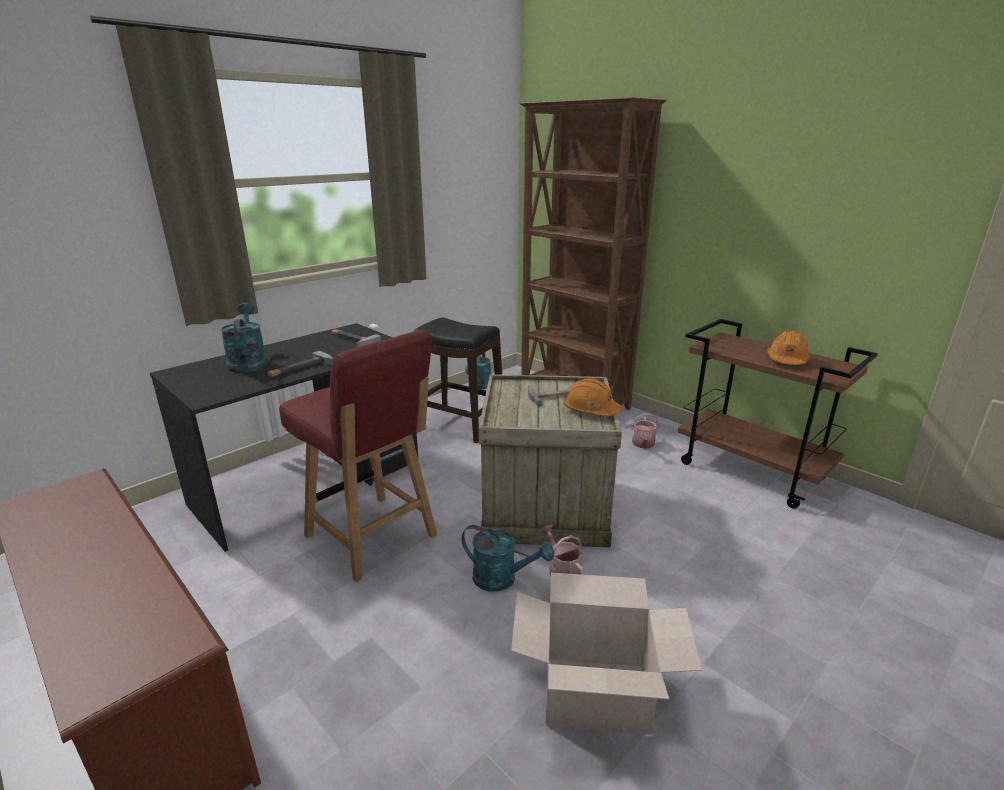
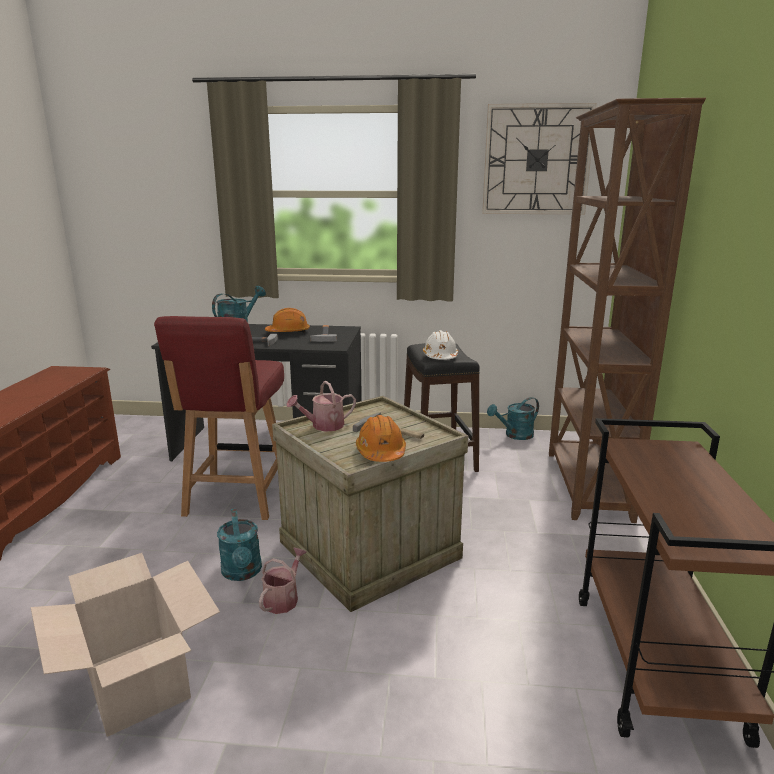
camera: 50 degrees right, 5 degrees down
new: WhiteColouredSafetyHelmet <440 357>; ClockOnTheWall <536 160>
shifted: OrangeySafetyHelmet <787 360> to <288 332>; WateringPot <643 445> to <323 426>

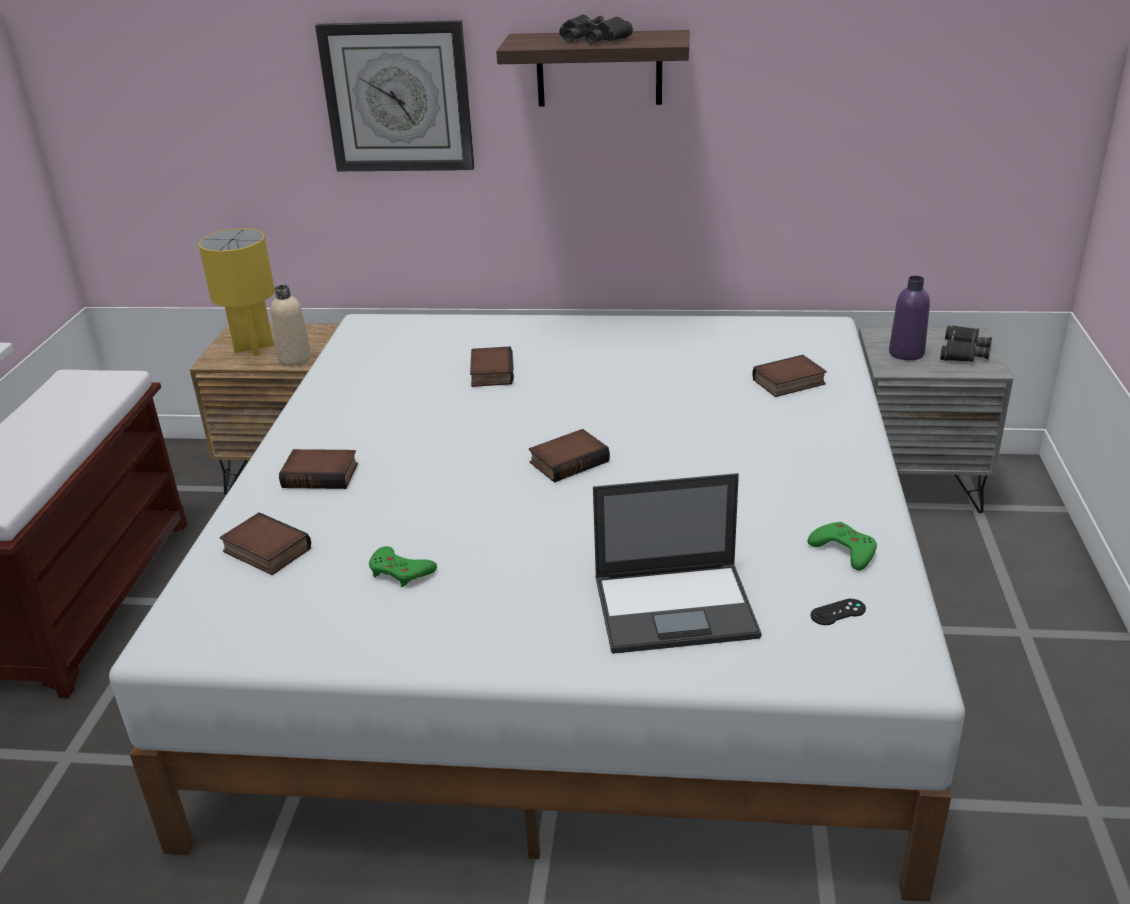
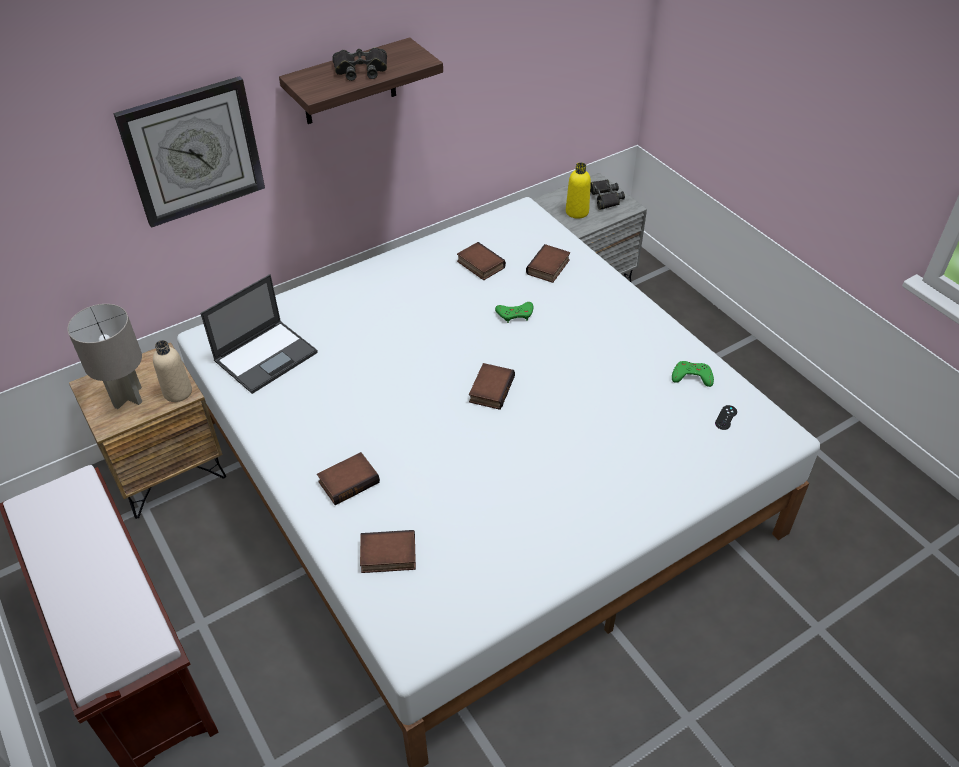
camera: 40 degrees left, 15 degrees up
shifted: PortableComputer <677 607> to <266 356>; Book <490 372> to <479 265>; GreenColouredGamepad <400 571> to <515 314>
repainted: YellowishLampForATable <253 348> to GreyishLampForATable <127 397>; PurplishBeverageBottle <906 353> to YellowishBeverageBottle <577 212>

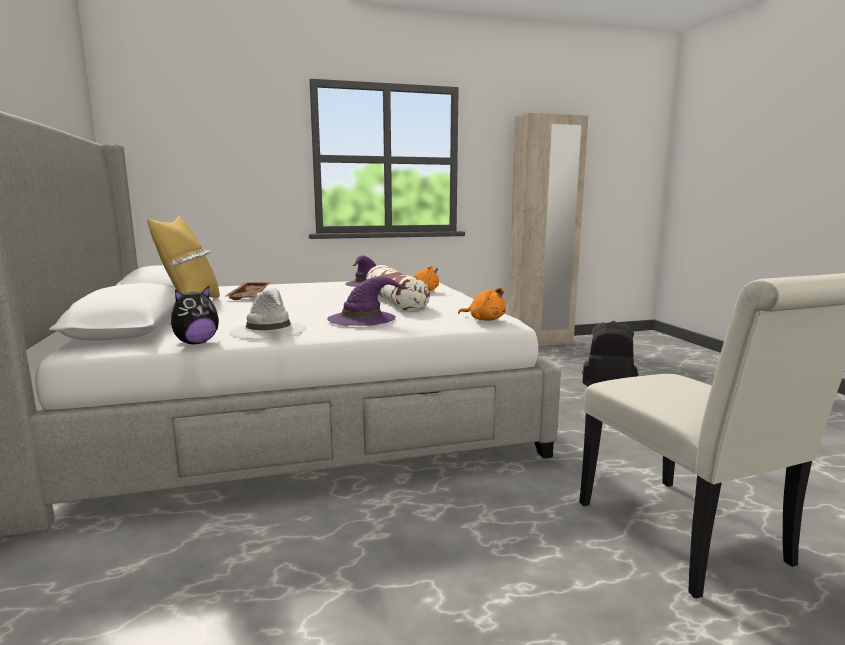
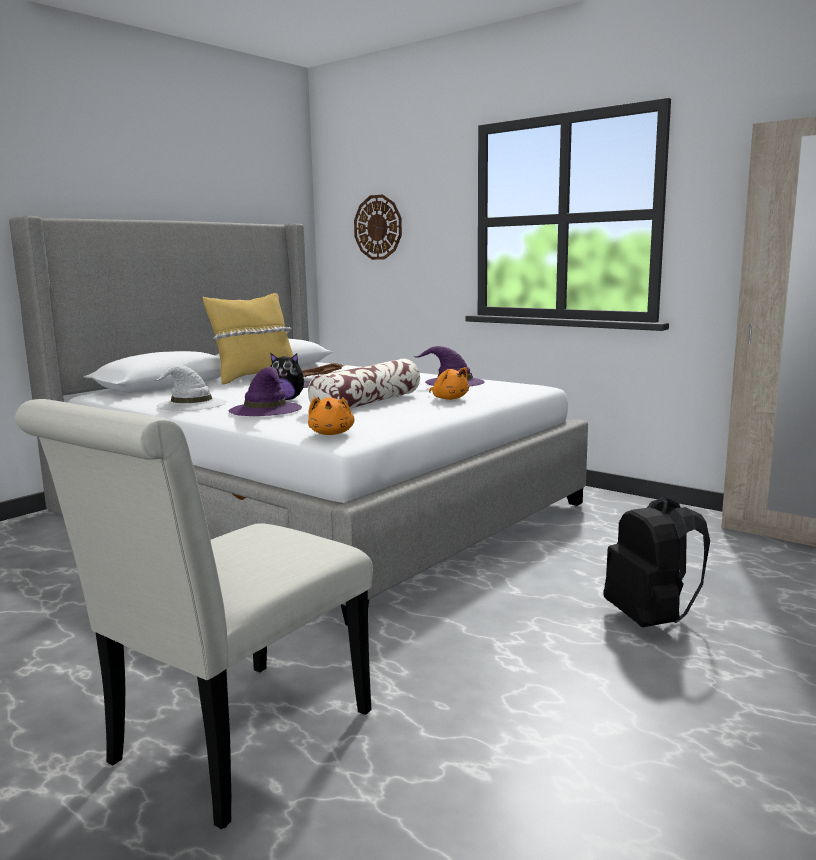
camera: 55 degrees right, 0 degrees up
new: ClockOnTheWall <378 227>
shifted: SoftToy <196 343> to <287 399>

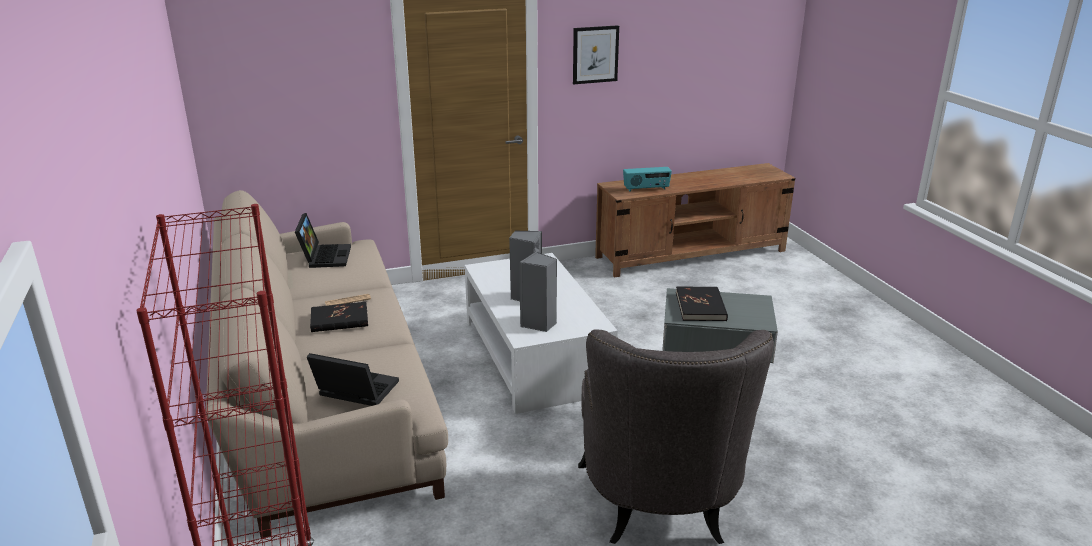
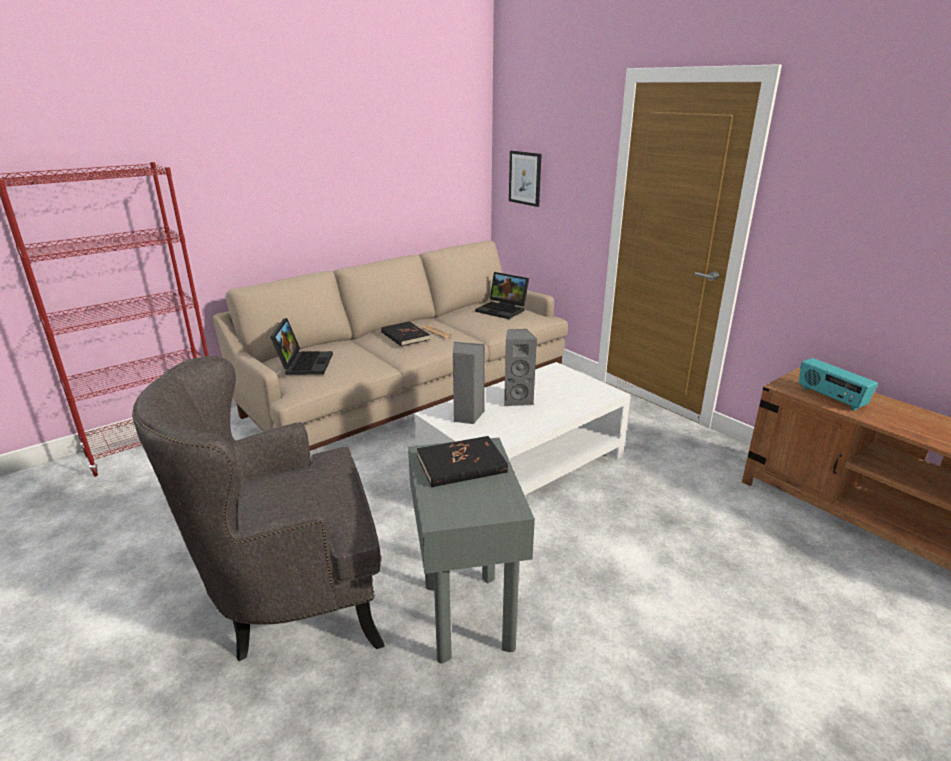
camera: 70 degrees right, 0 degrees up
shifted: WallPicture <595 54> to <525 178>
rotated: PortableComputer <324 256> = <503 310> 60 degrees clockwise

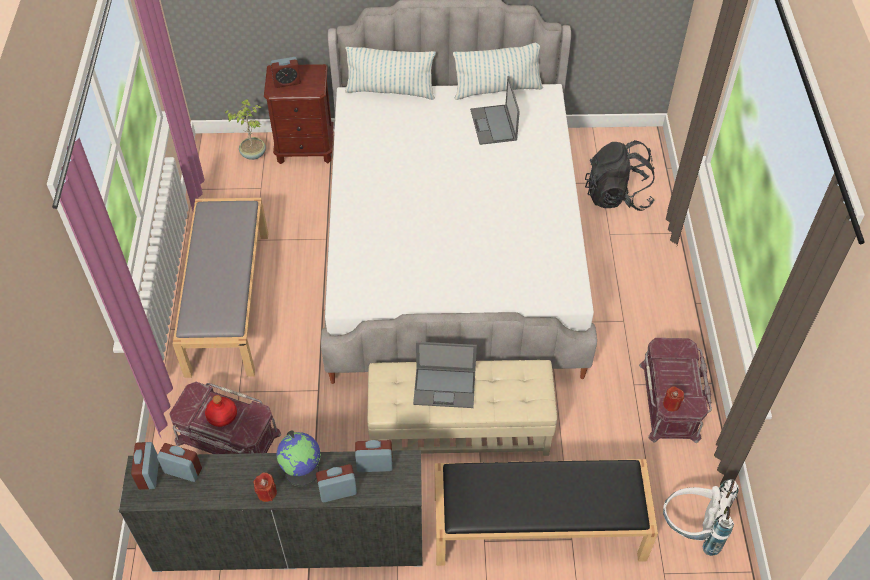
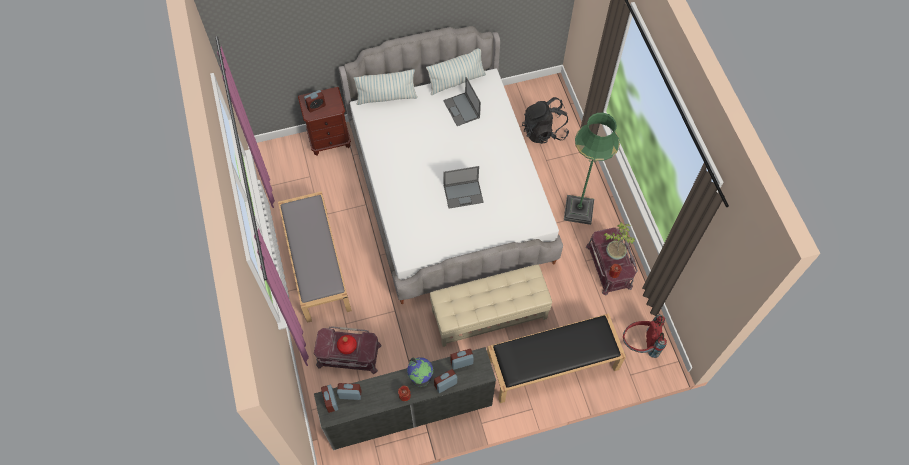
camera: 15 degrees left, 10 degrees up
new: GreenColouredFloorLamp <578 210>
shifted: PortableComputer <445 387> to <464 194>; PottedPlant <253 153> to <615 252>
repainted: WhiteColouredBackpack <691 530> to ReddishBackpack <639 344>

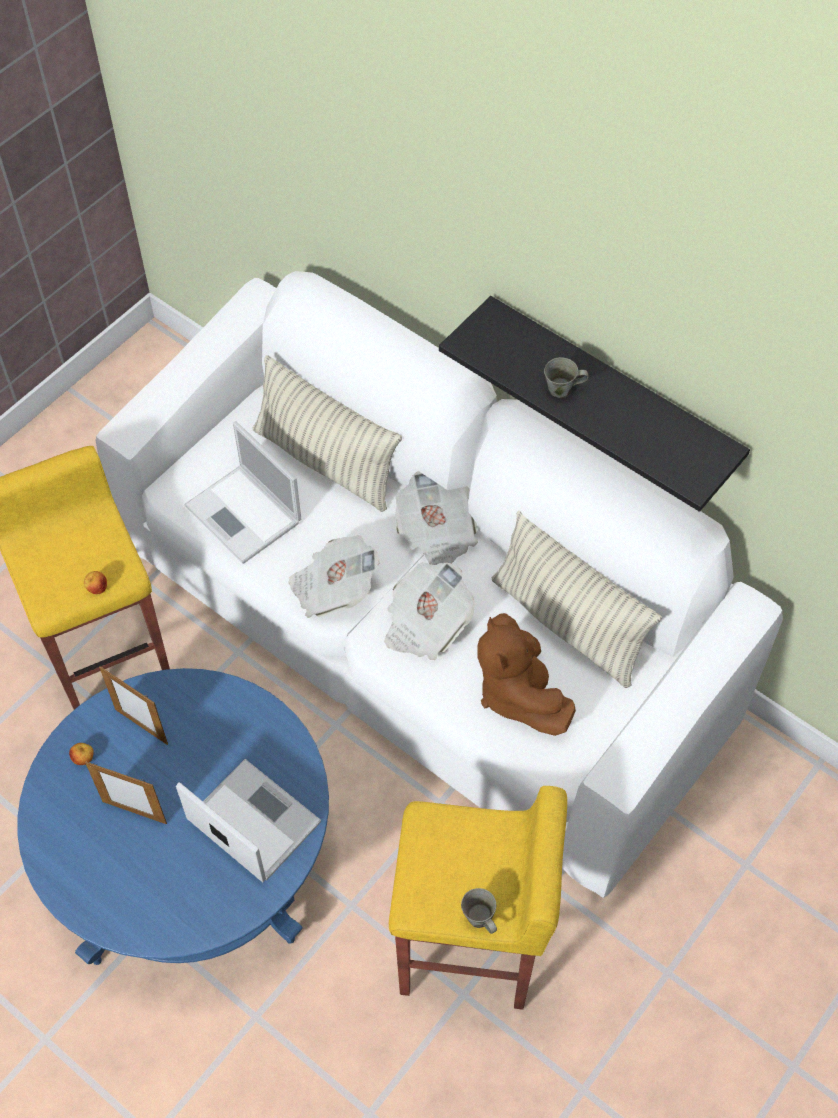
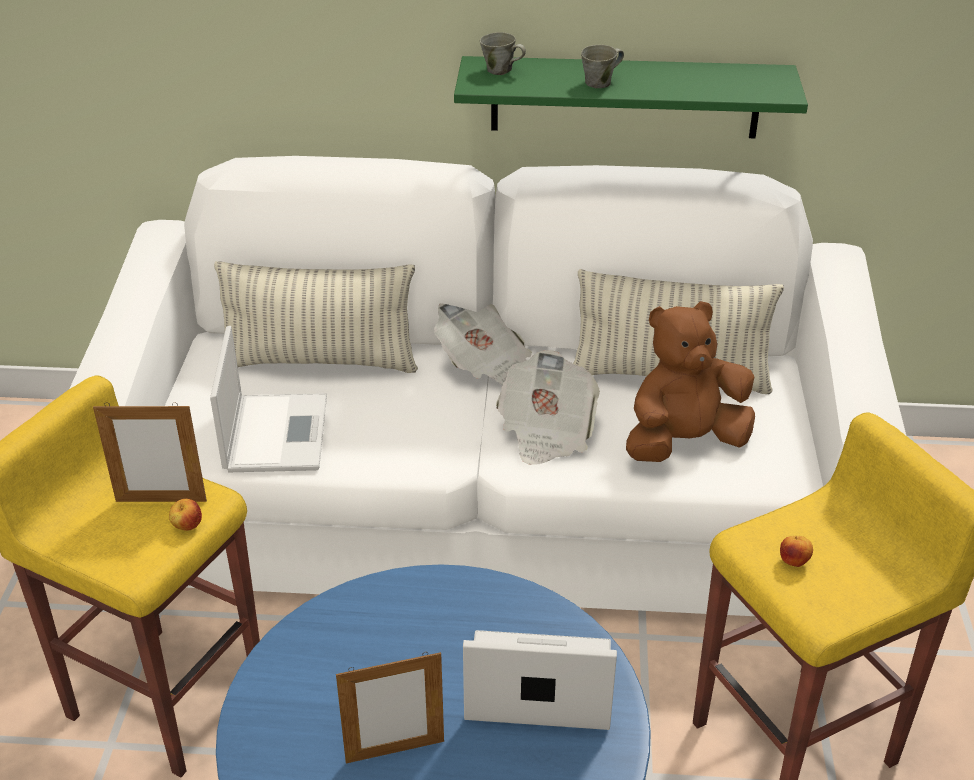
camera: 35 degrees left, 20 degrees down
gone: Newspaper <333 588>
shifted: StandingFrame <141 726> to <161 501>; GreyishMug <479 918> to <500 70>; AppleFruit <84 759> to <793 562>
repainted: BlackColouredWallShelf <611 393> to GreenColouredWallShelf <625 97>
rotated: PortableComputer <245 515> = <276 432> 105 degrees counterclockwise; BrownSoftToy <518 693> = <684 442> 120 degrees clockwise

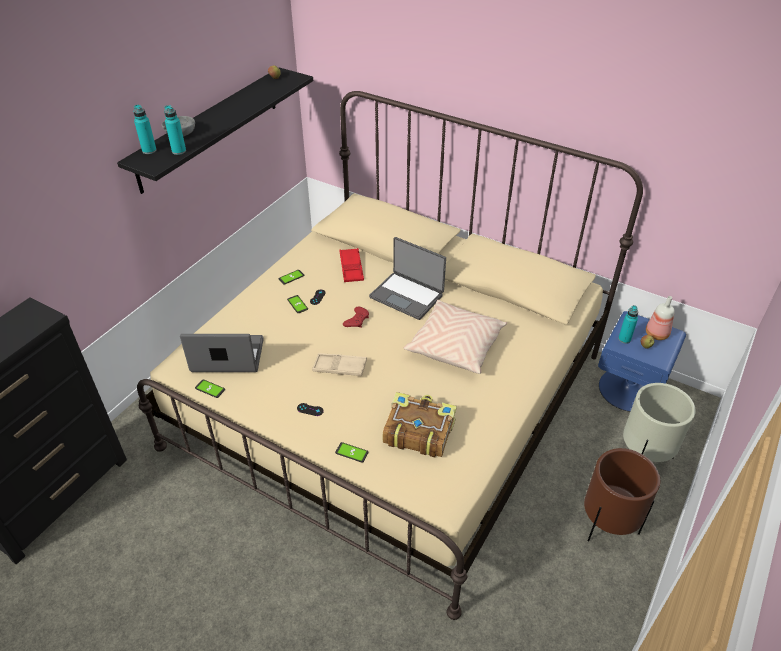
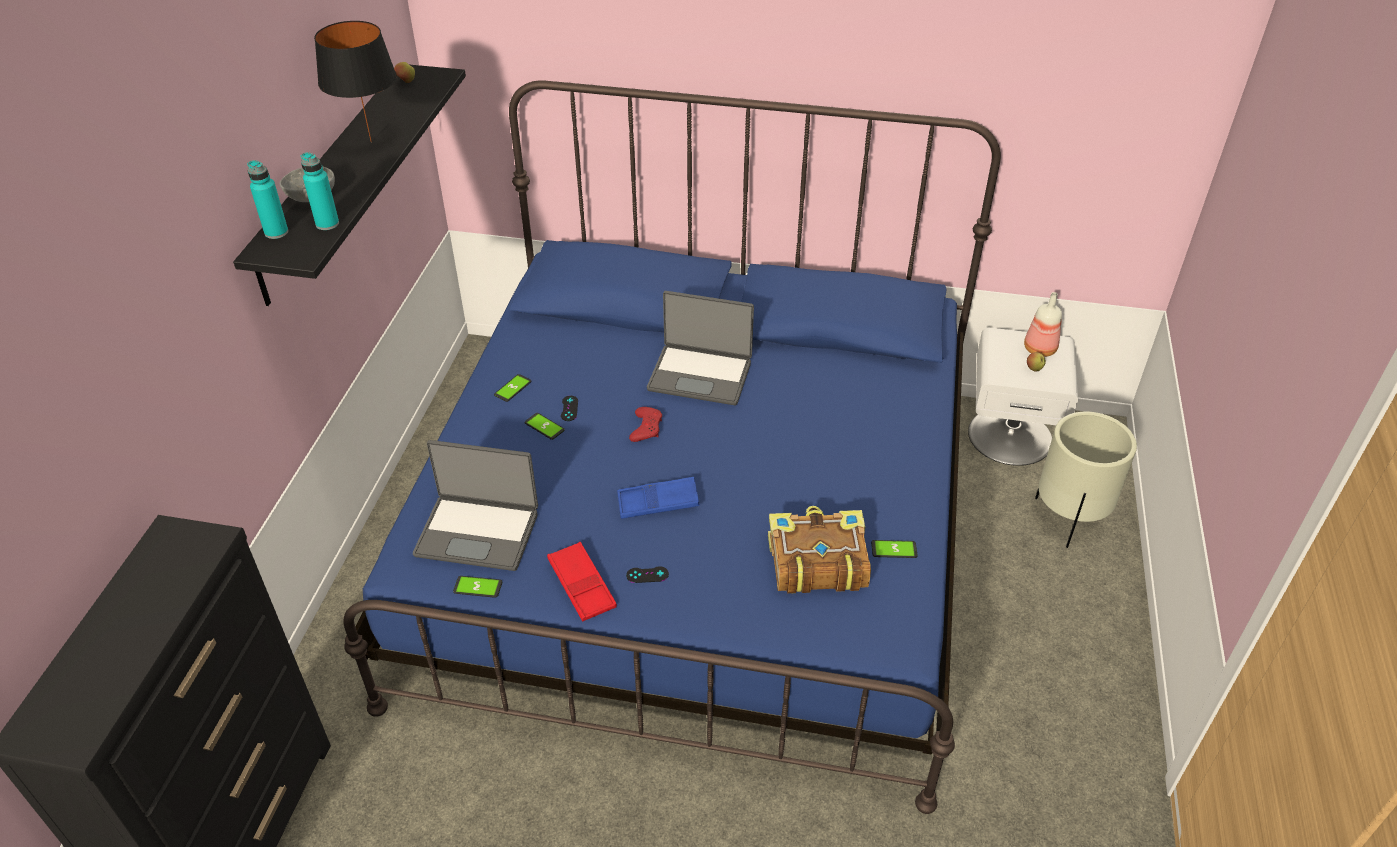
camera: 20 degrees left, 0 degrees up
gone: SandColouredPillow <455 346>; BrownPlantPot <608 524>; TurquoiseColouredBeverageBottle <624 339>
new: BlackColouredLampForATable <370 141>
shifted: ReddishTray <351 268> to <582 585>; Telephone <351 453> to <894 550>
repainted: SandColouredBedroomBed <390 399> to BlueColouredBedroomBed <698 537>; SandColouredTray <339 367> to BlueColouredTray <658 502>; BlueColouredNightstand <628 389> to WhiteColouredNightstand <1010 435>
rotated: PortableComputer <227 357> = <478 532> 150 degrees counterclockwise

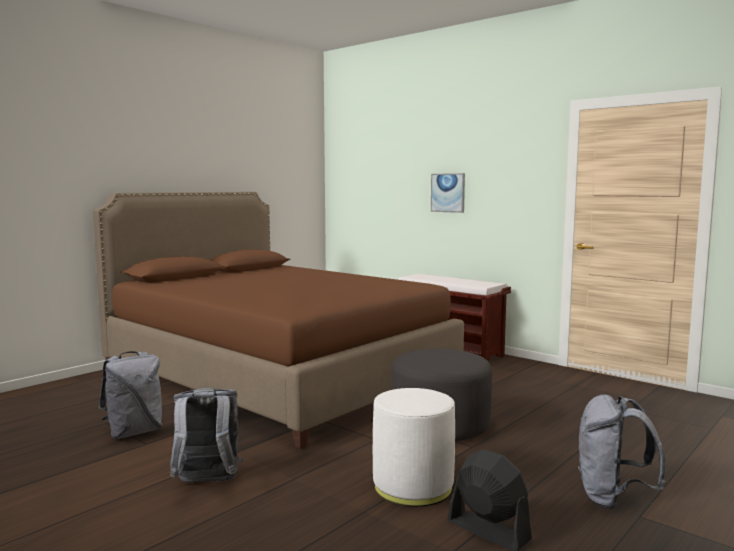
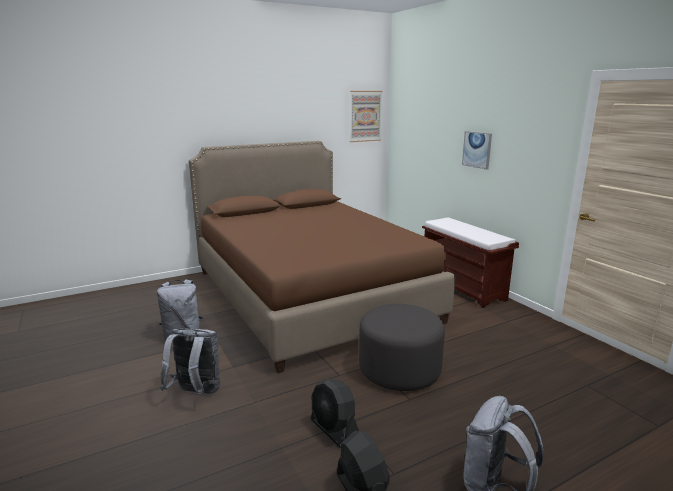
camera: 20 degrees right, 10 degrees up
new: WallPicture <365 116>
swapped: WhiteColouredPouffe <413 486> to BlackColouredFan <334 431>

